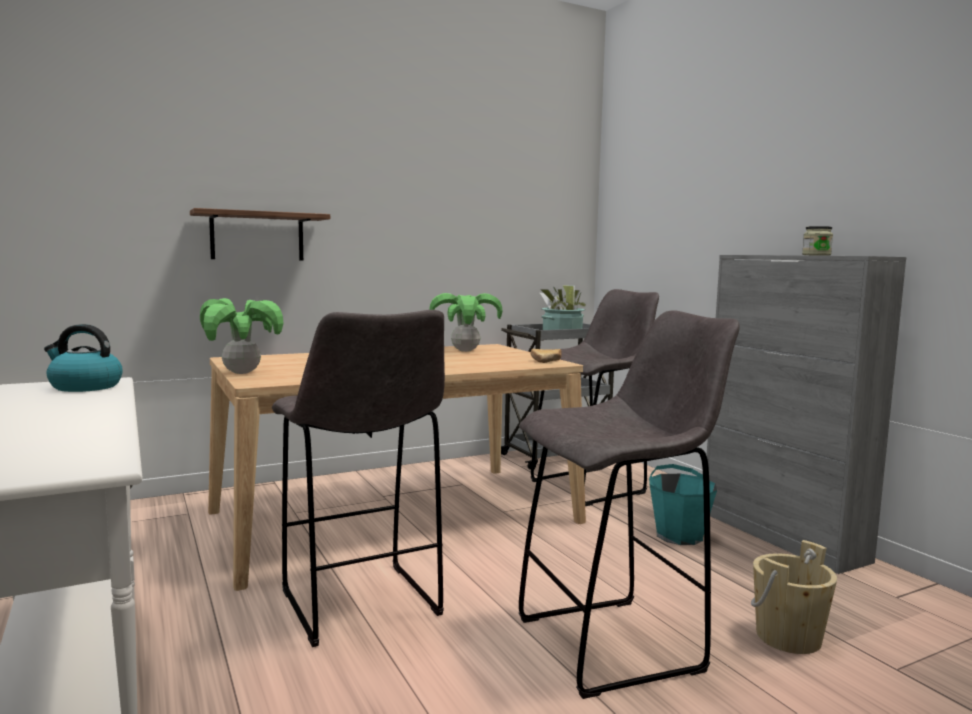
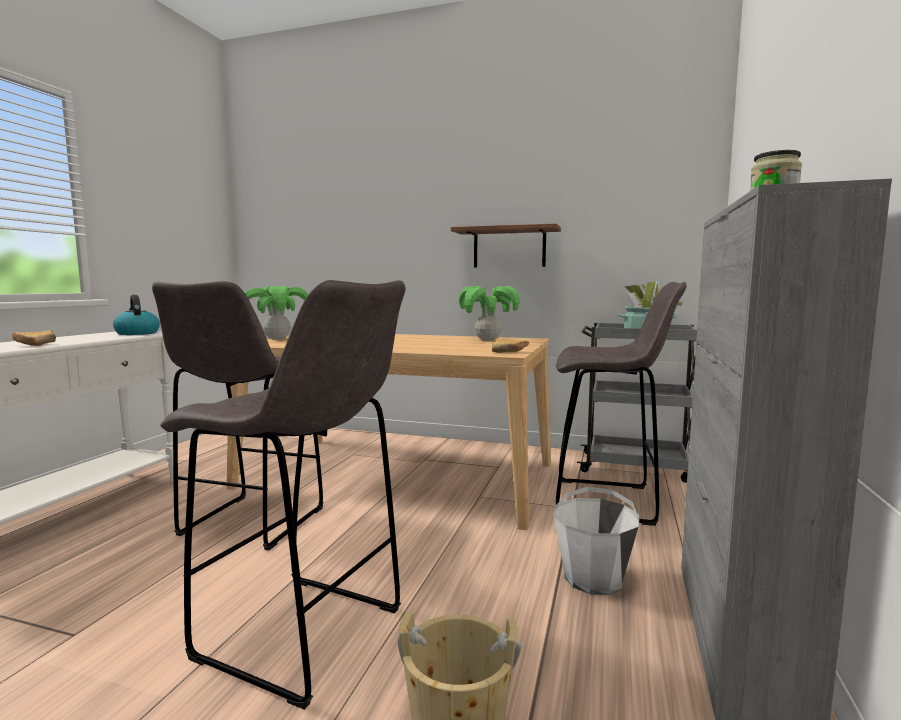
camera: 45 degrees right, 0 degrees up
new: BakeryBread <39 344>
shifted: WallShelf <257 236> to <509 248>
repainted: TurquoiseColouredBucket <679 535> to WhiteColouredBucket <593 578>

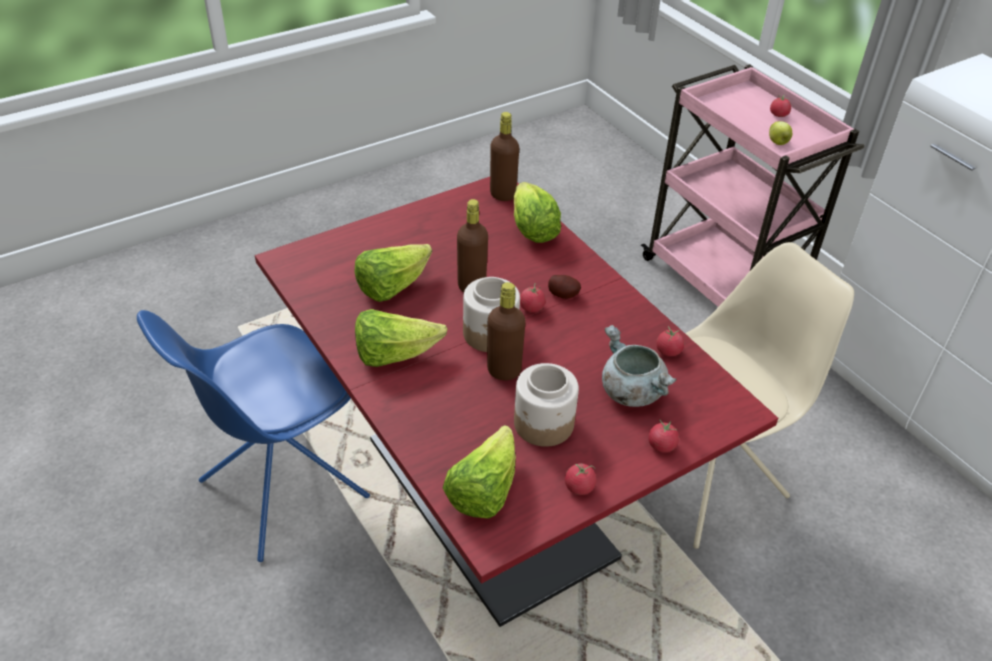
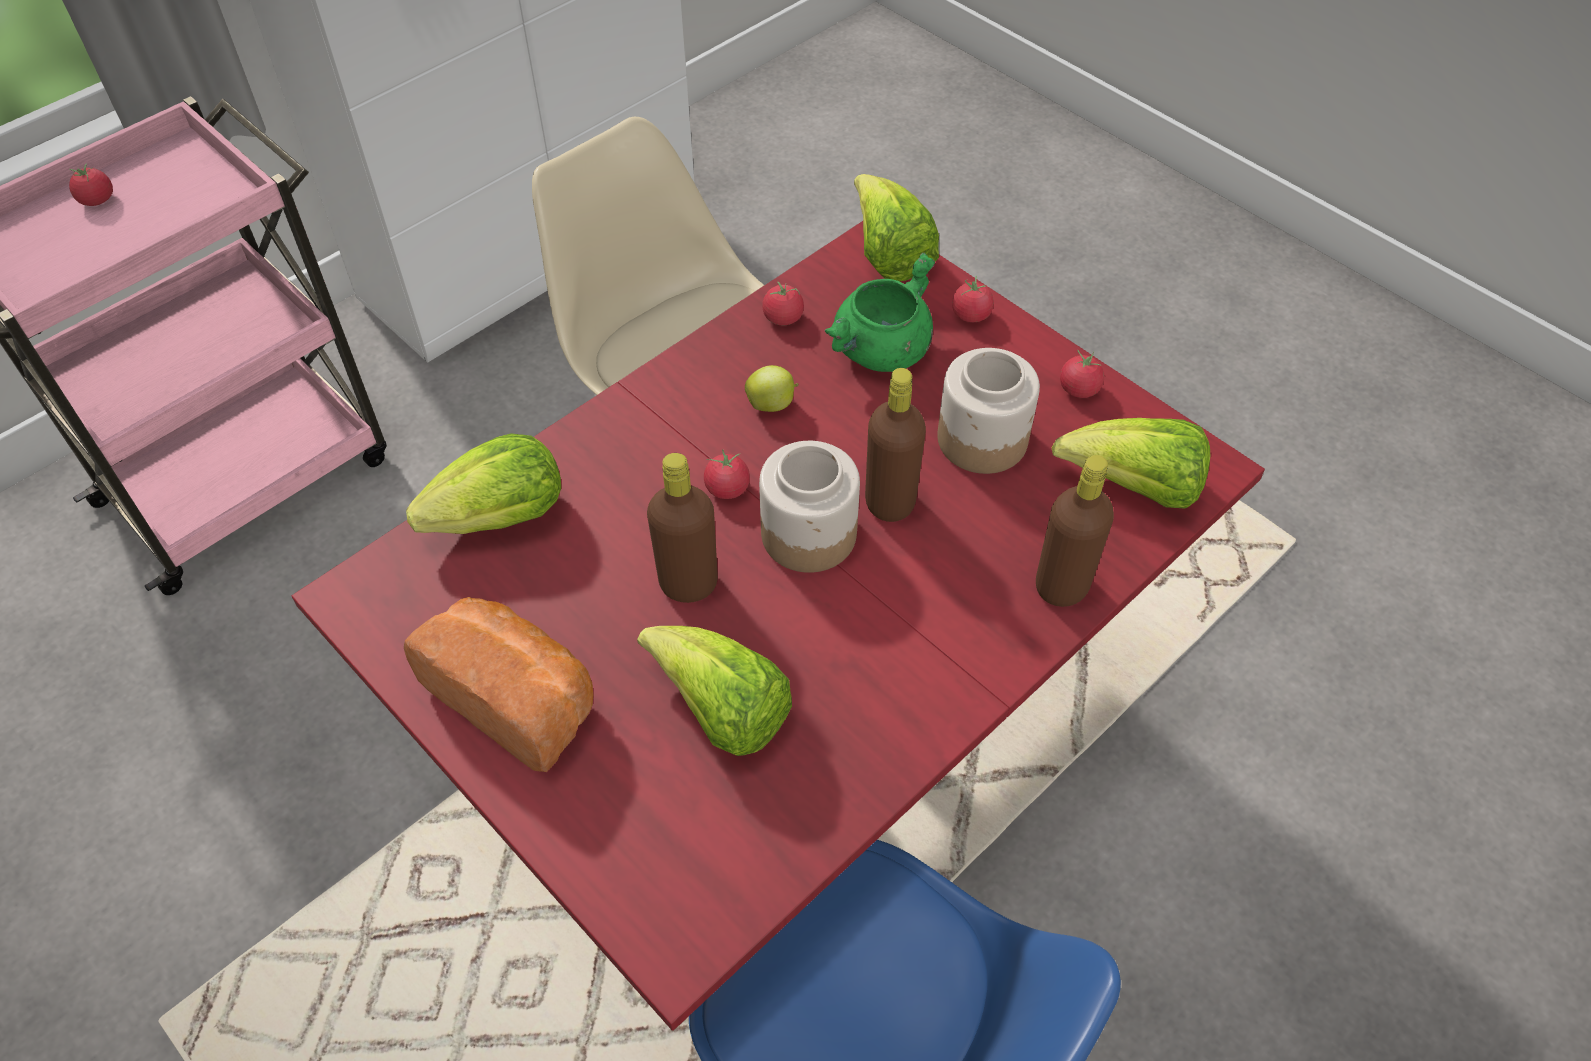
camera: 100 degrees left, 10 degrees up
gone: Spud <563 294>
new: BakeryBread <517 697>
shifted: AppleFruit <778 143> to <772 404>; LettuceHead <394 355> to <889 255>; BrownBeverageBottle <503 194> to <1061 586>
repainted: GreyishStockpot <630 391> to GreenColouredStockpot <881 352>

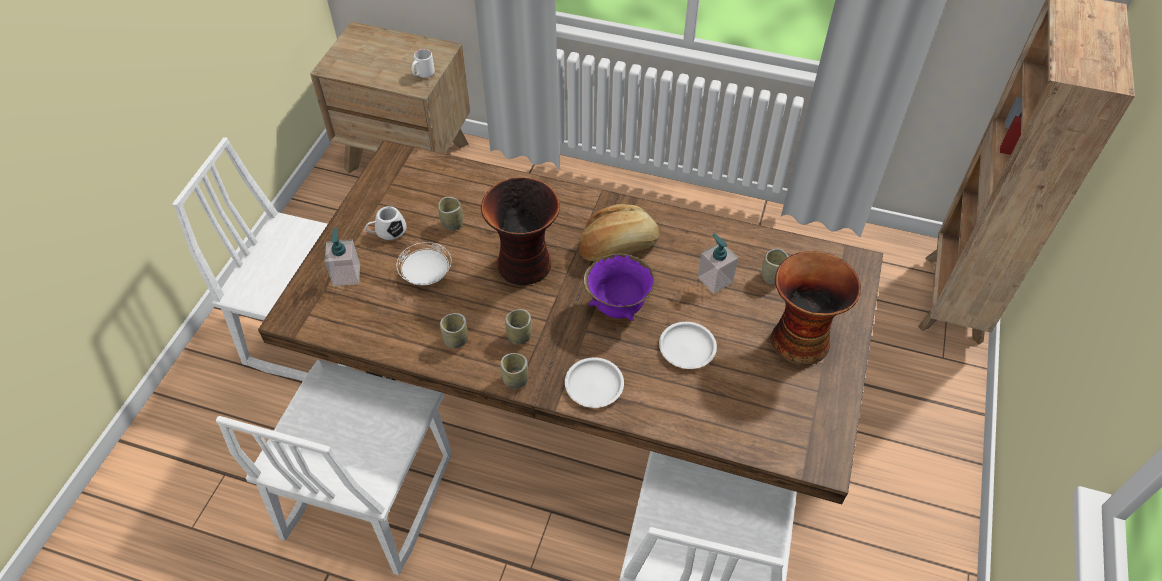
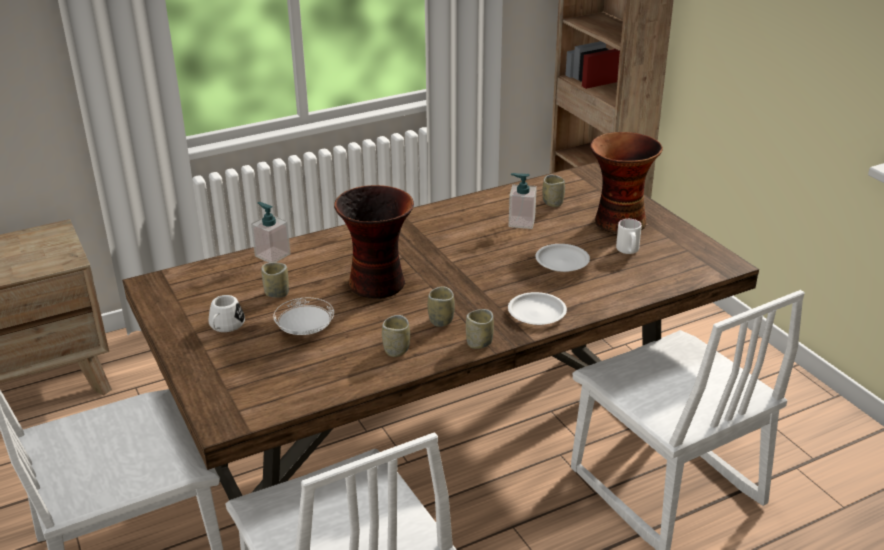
camera: 45 degrees left, 20 degrees down
gone: BakeryBread <618 246>; PurplishBowl <618 307>
shifted: LiquidSoapBottle <346 275> to <272 255>; WhiteColouredMug <423 74> to <628 251>

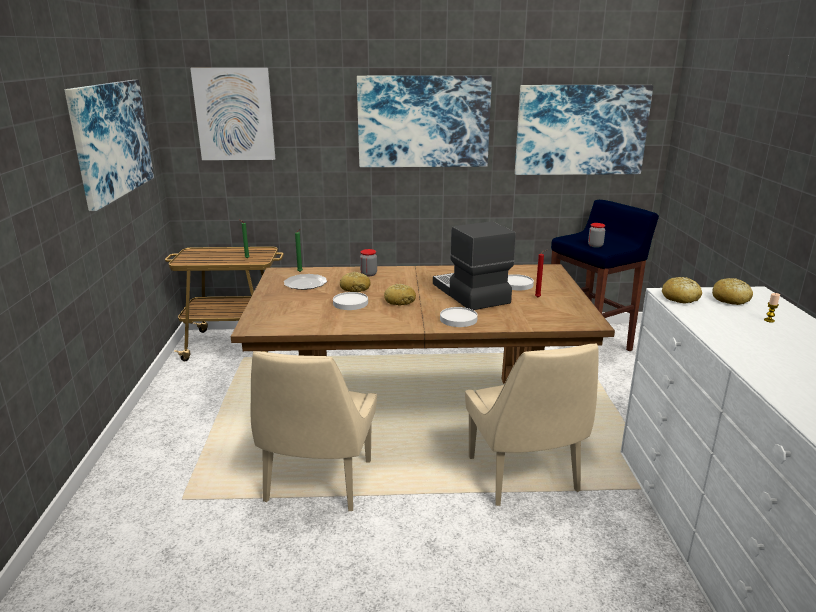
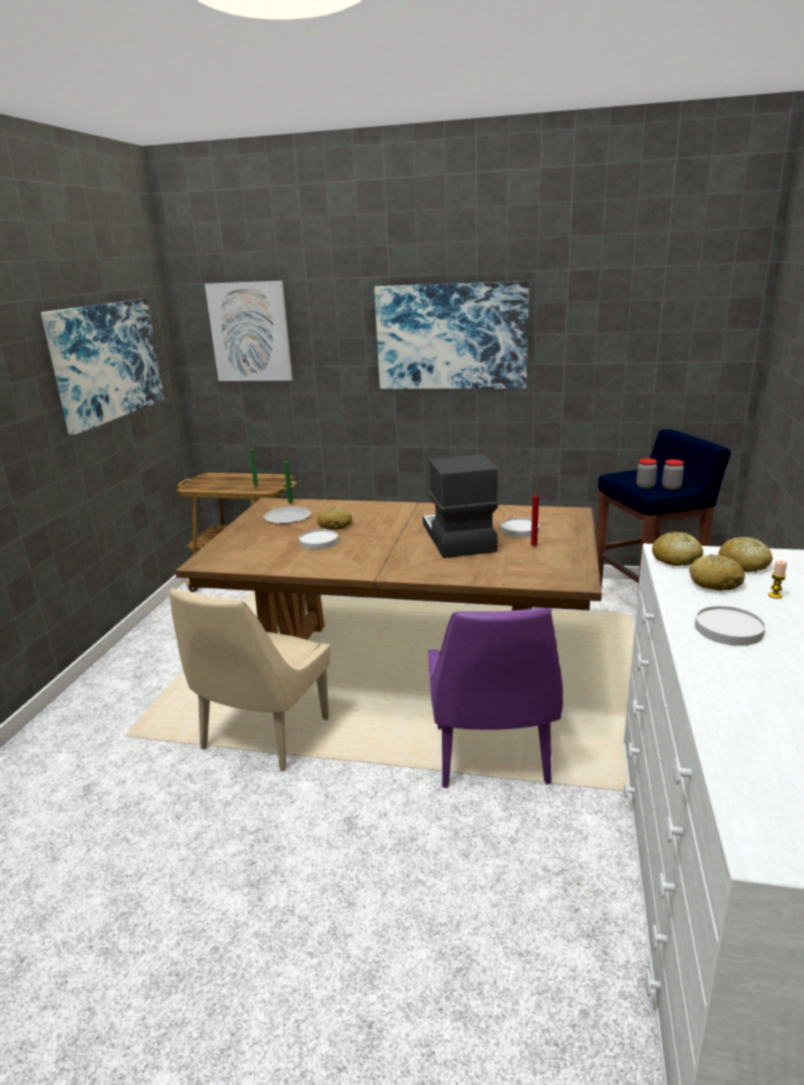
camera: 15 degrees right, 0 degrees up
gone: WallPicture <581 130>
shifted: StorageJar <368 274> to <671 487>; BakeryBread <400 301> to <715 583>; WhiteColouredFlatDish <458 319> to <728 629>
repainted: SandColouredUprightChair <524 477> to PurplishUprightChair <491 758>

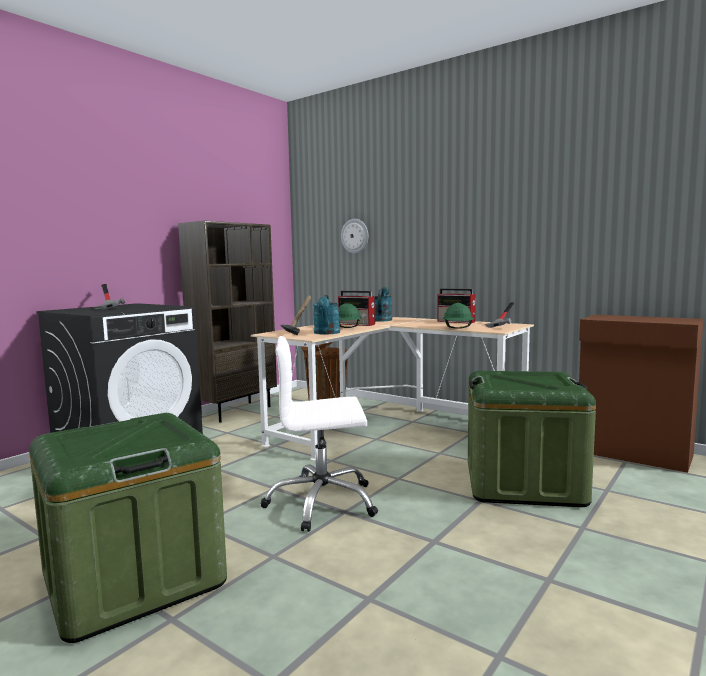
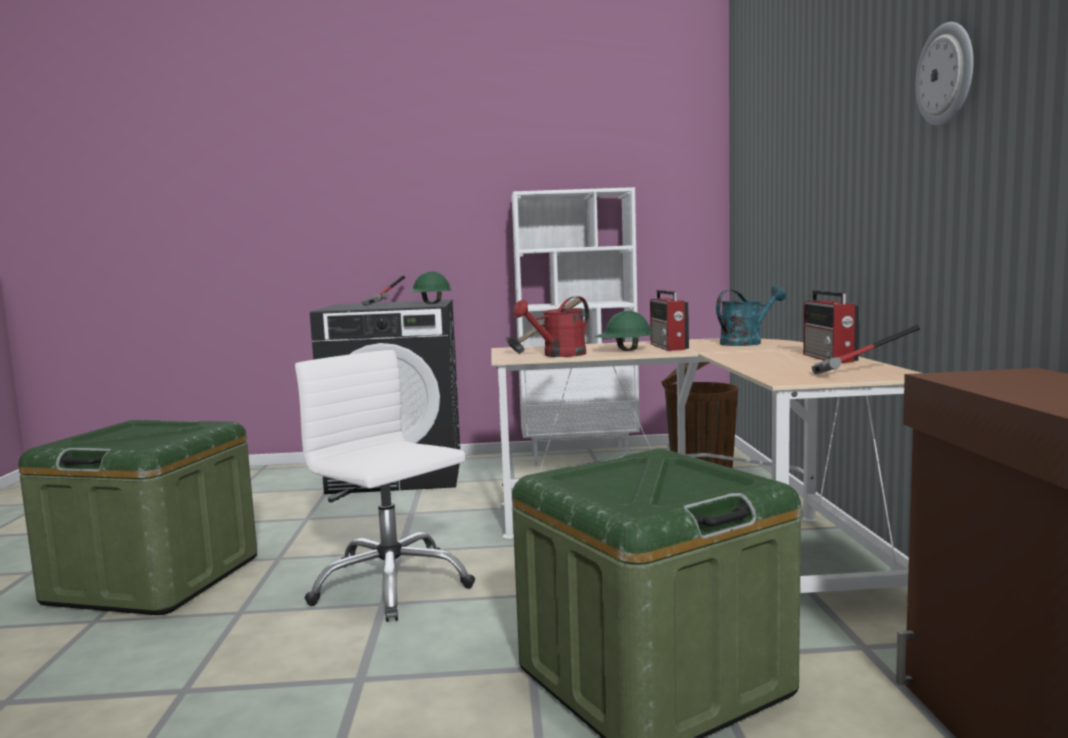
camera: 50 degrees right, 0 degrees up
shifted: GreenColouredSafetyHelmet <458 328> to <429 303>; ClockOnTheWall <355 236> to <946 74>
repainted: BrownBookshelf <235 411> to WhiteColouredBookshelf <580 457>; TurquoiseColouredWateringPot <326 333> to ReddishWateringPot <558 355>

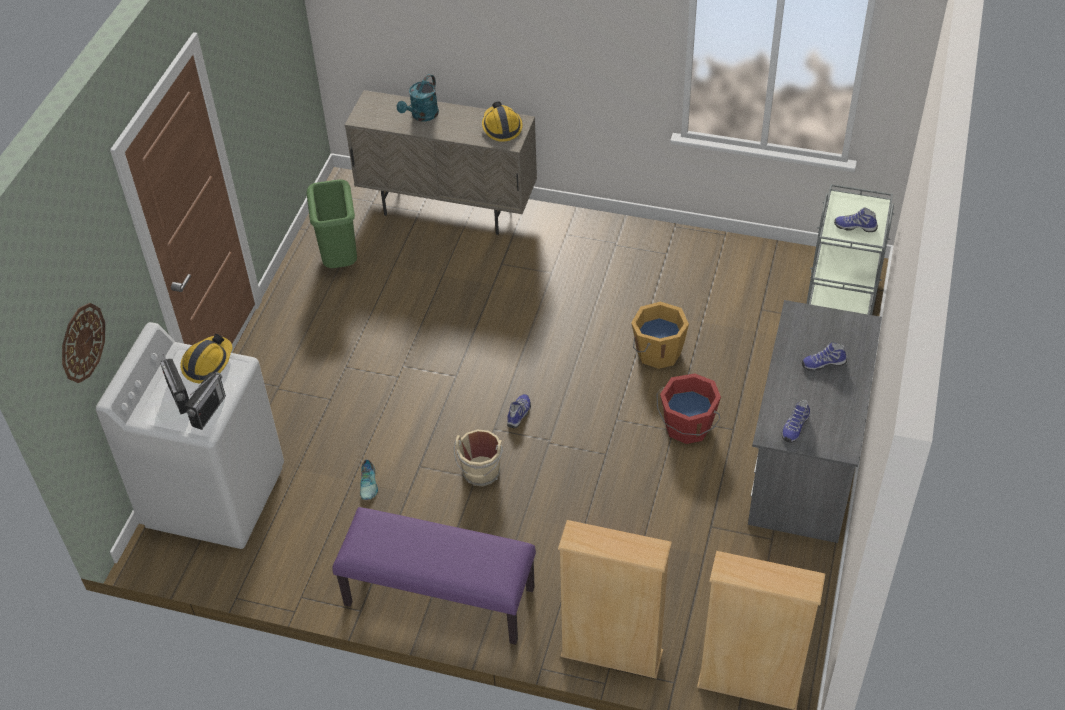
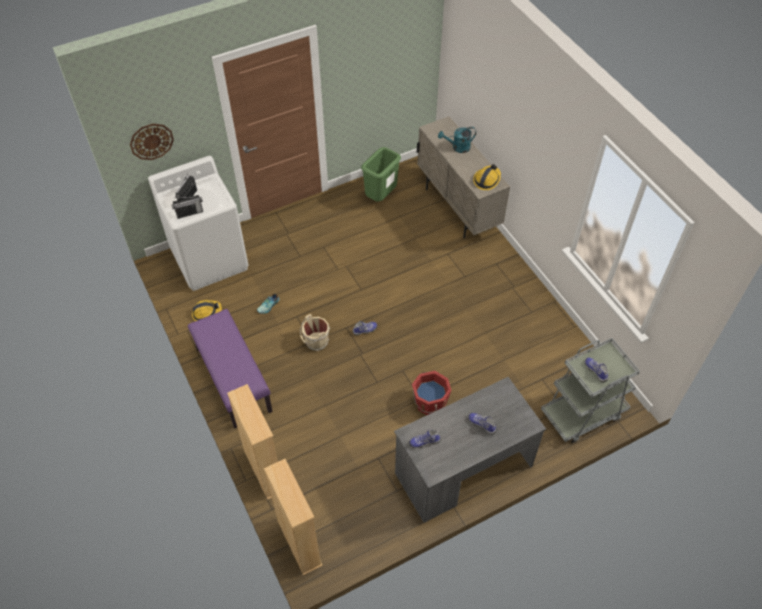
camera: 45 degrees right, 5 degrees up
gone: OrangeyBucket <657 352>
shifted: SafetyHelmet <207 363> to <206 312>

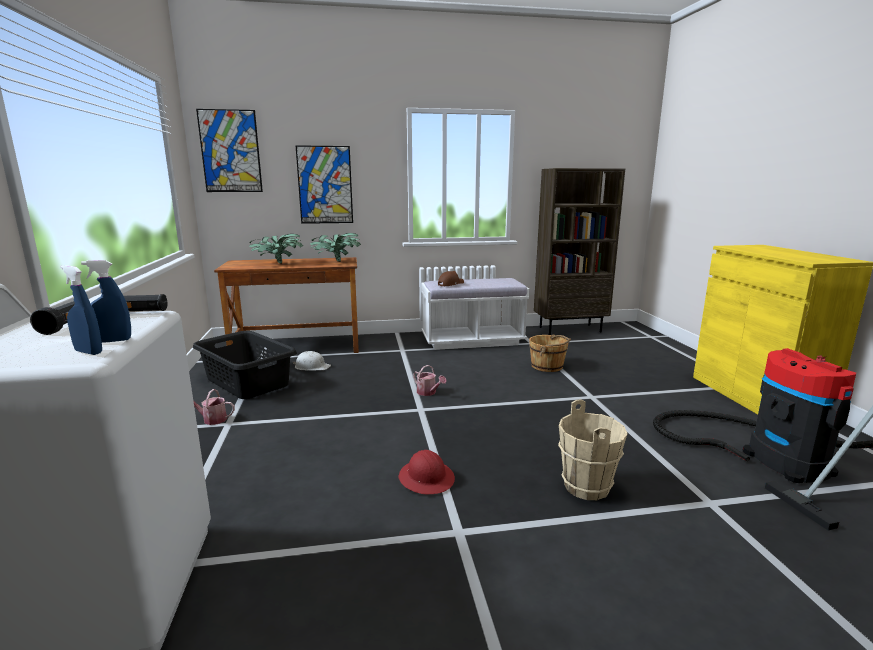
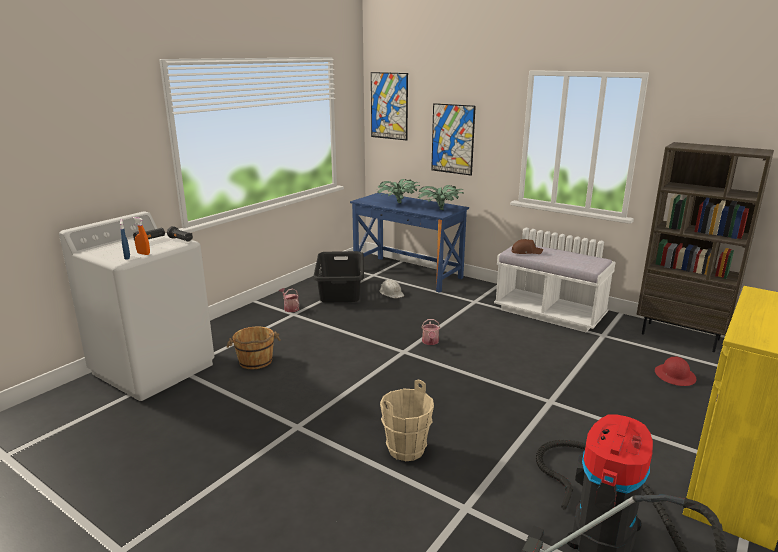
camera: 45 degrees right, 5 degrees up
shifted: BrownBucket <547 366> to <255 361>; ReddishSafetyHelmet <426 478> to <675 376>
repainted: BlueColouredSprayBottle <113 341> to OrangeySprayBottle <143 254>; BrownDeskUnit <297 347> to BlueColouredDeskUnit <407 274>

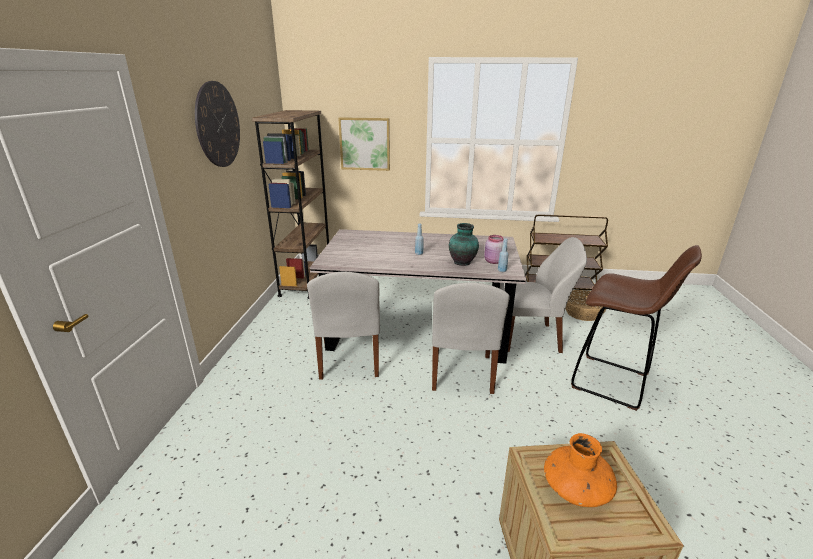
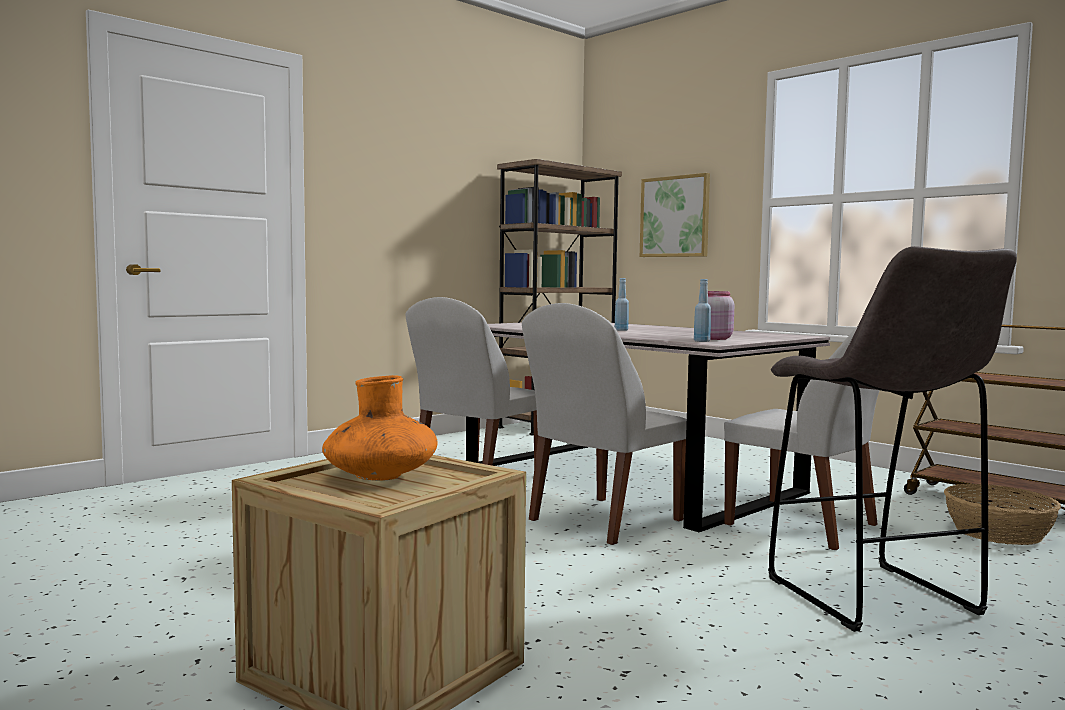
camera: 40 degrees right, 20 degrees down
gone: ClockOnTheWall <218 125>; Vase <463 262>
repainted: BrownStool <612 382> to GreyishStool <875 598>

